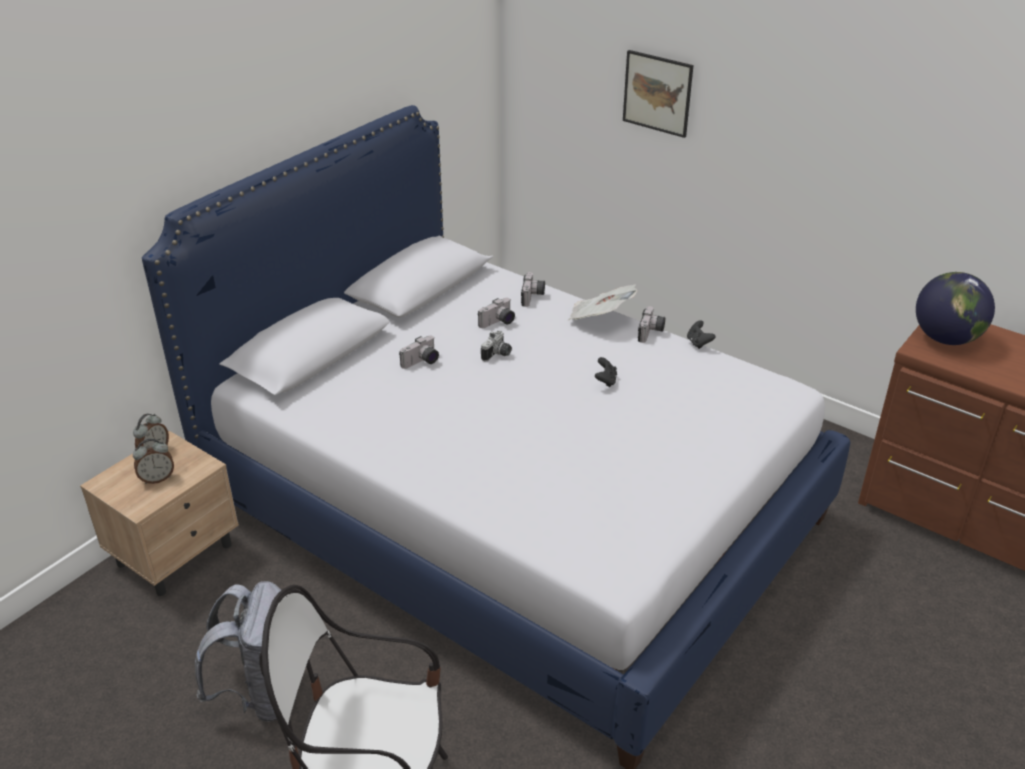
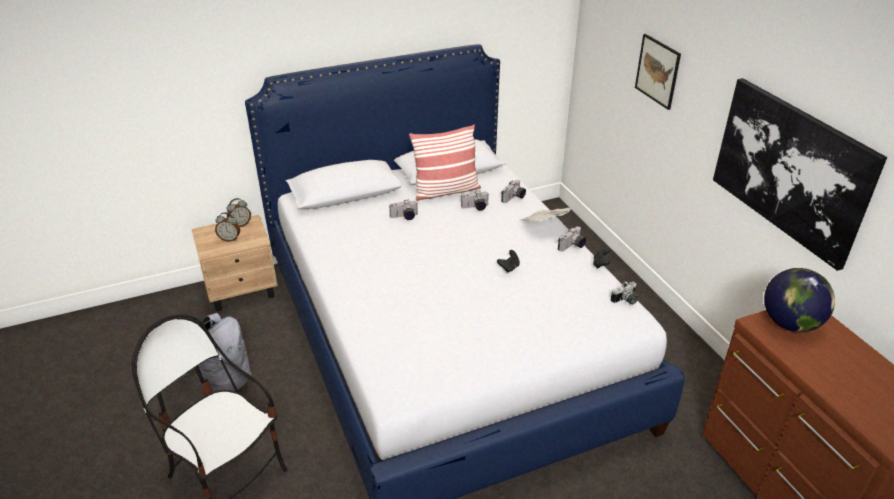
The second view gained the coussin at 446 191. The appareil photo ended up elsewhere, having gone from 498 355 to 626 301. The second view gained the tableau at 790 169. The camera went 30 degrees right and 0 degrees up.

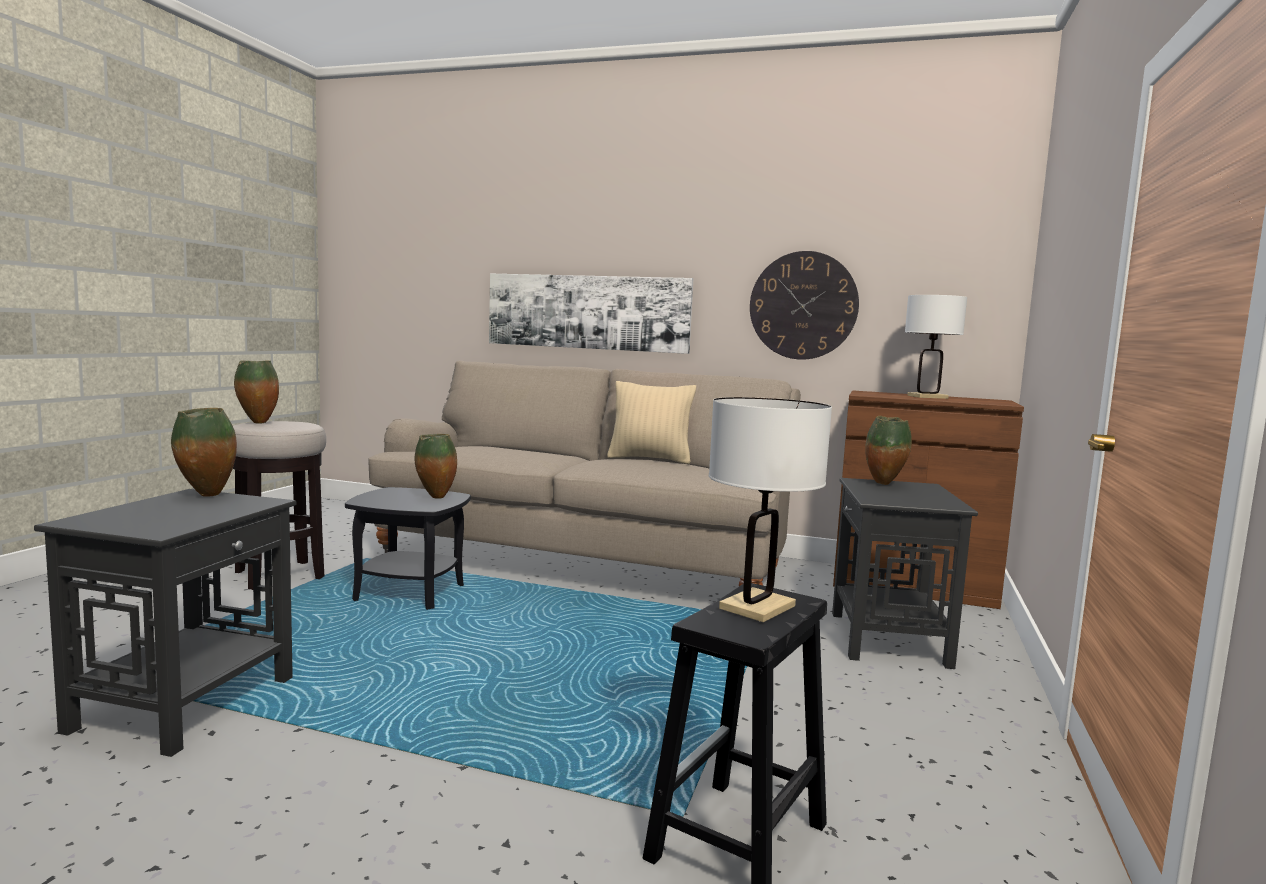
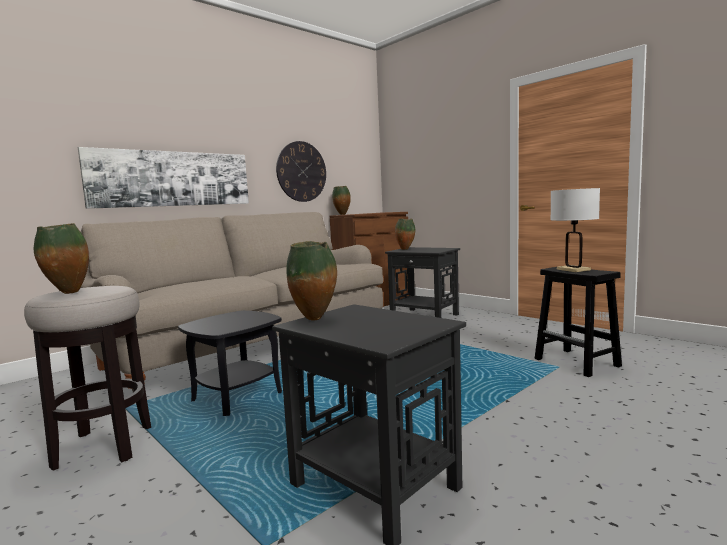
The vase ended up elsewhere, having gone from 435 497 to 342 214. The second view lost the coussin [beige] at 650 459. The second view lost the lampe de table [blanc] at 927 397. The camera went 60 degrees left and 0 degrees up.

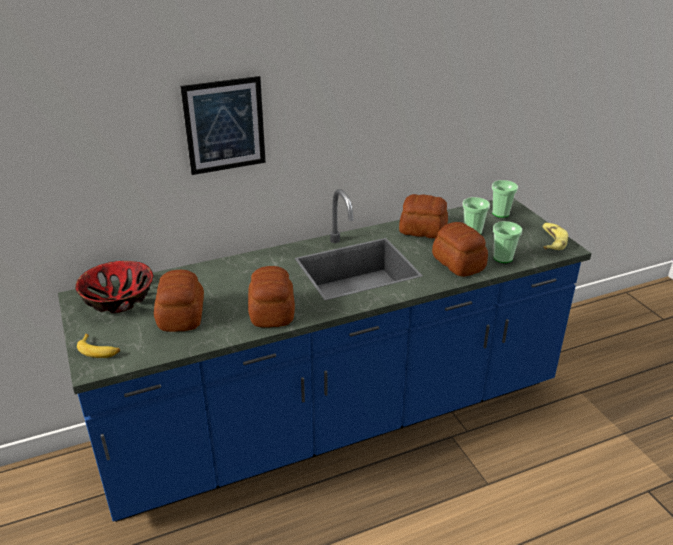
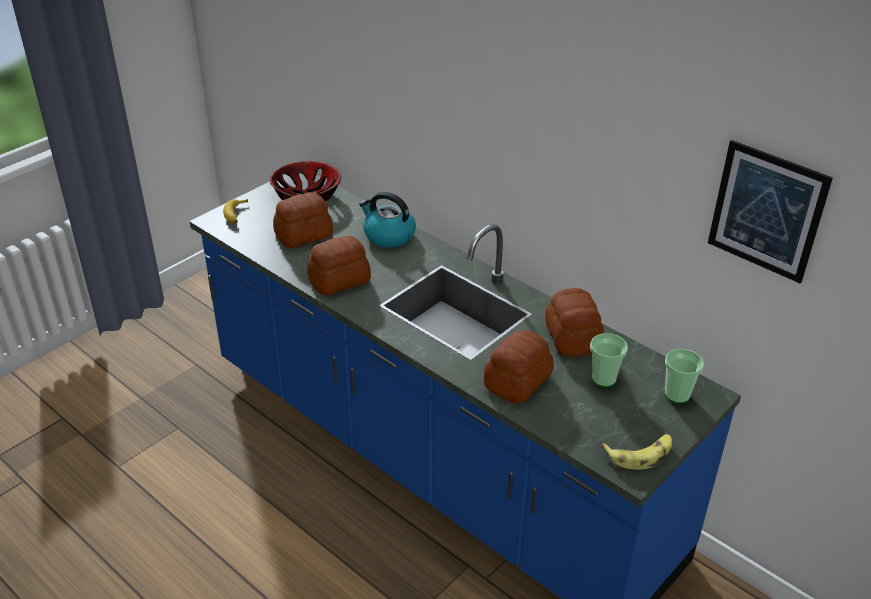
The second view gained the bouilloire at 388 236. The tableau ended up elsewhere, having gone from 224 125 to 766 211. The second view lost the tasse at 503 258. The camera went 65 degrees right and 5 degrees up.

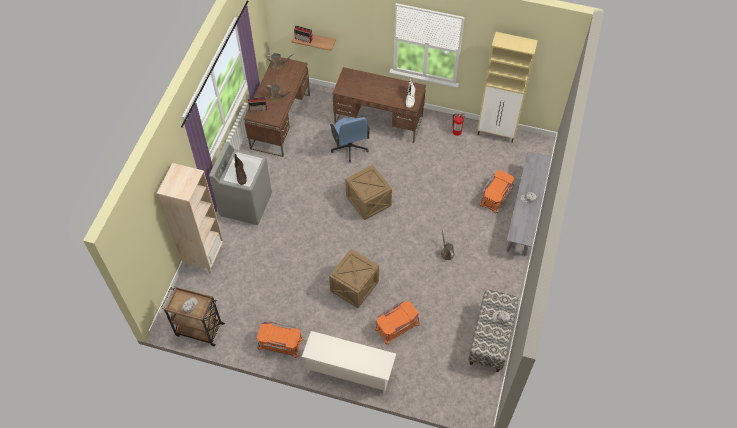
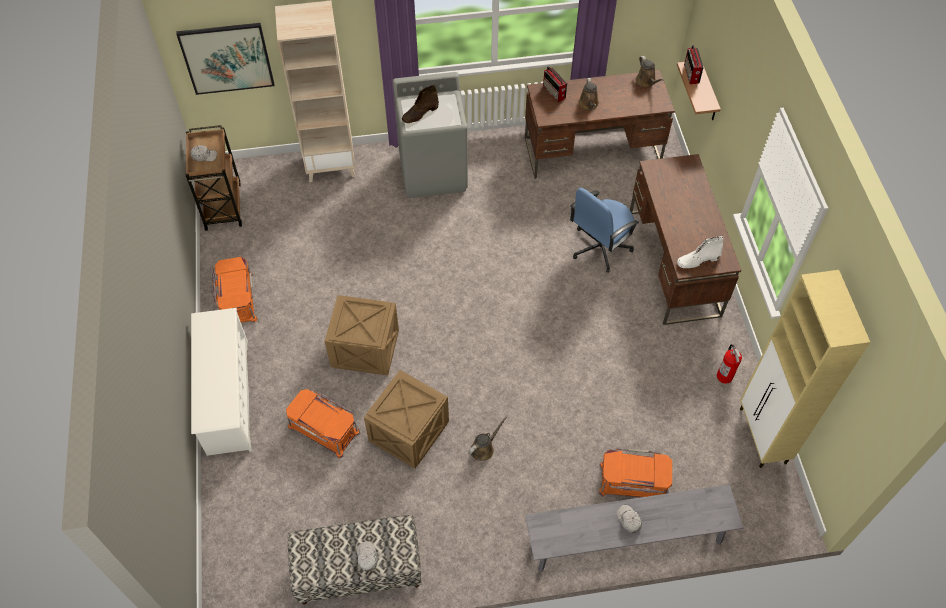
The second view gained the tableau at 227 58. The caisse ended up elsewhere, having gone from 368 201 to 408 432. The camera went 65 degrees right and 0 degrees up.

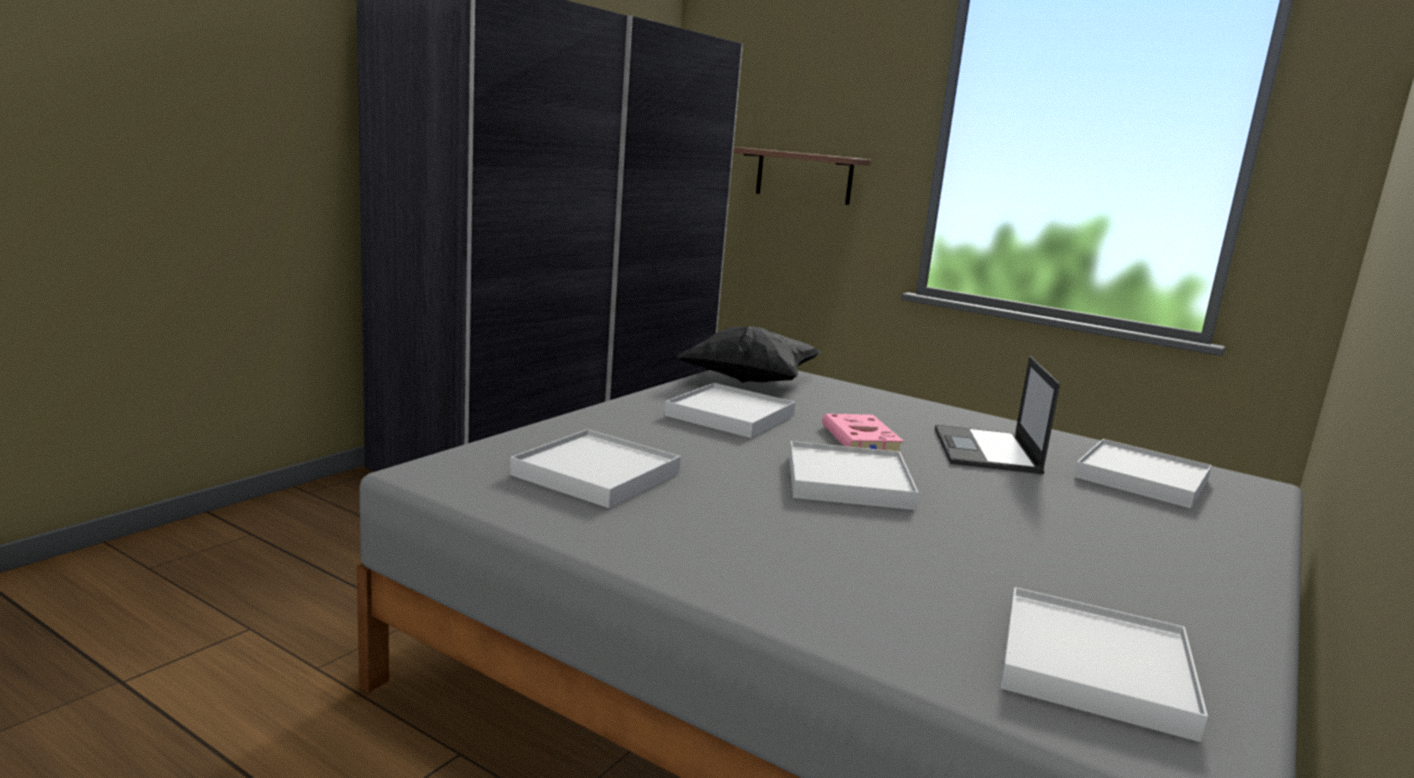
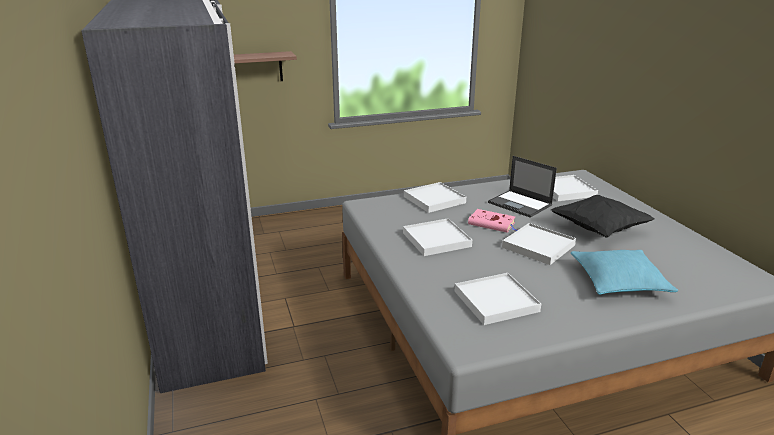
The plateau [blanc] ended up elsewhere, having gone from 1093 667 to 434 200. The coussin [noir] ended up elsewhere, having gone from 749 381 to 598 229. The second view gained the coussin [turquoise] at 619 281. The camera went 50 degrees left and 10 degrees up.

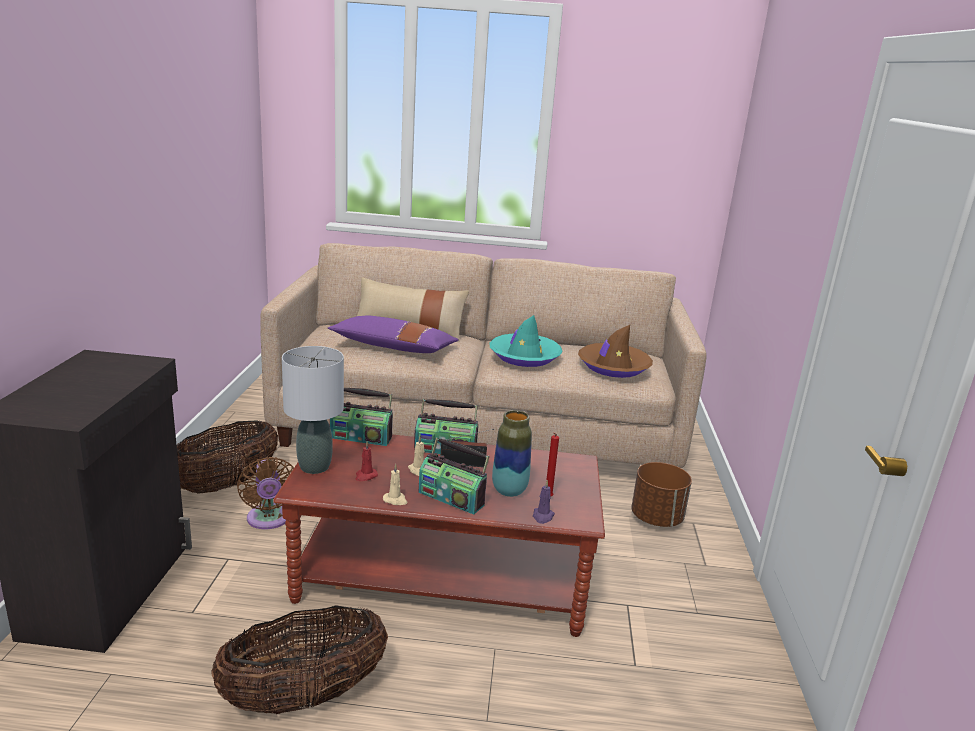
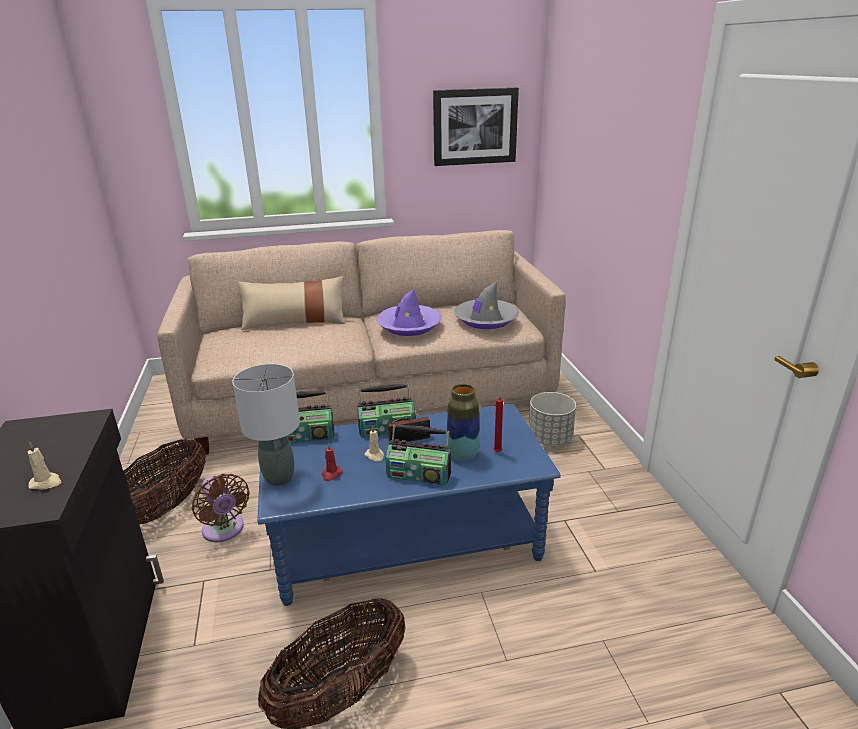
The bougie [beige] ended up elsewhere, having gone from 395 500 to 46 483. What was the table basse [marron] at 443 578 turned into the table basse [bleu] at 408 541. What was the chapeau [turquoise] at 524 356 turned into the chapeau [violet] at 409 326. The second view gained the tableau at 475 127. What was the chapeau [marron] at 613 367 turned into the chapeau [gris] at 486 320. What was the cache-pot [marron] at 656 518 turned into the cache-pot [gris] at 550 438. The second view lost the coussin [violet] at 393 347. The second view lost the bougie [violet] at 542 516. The camera went 15 degrees left and 5 degrees up.

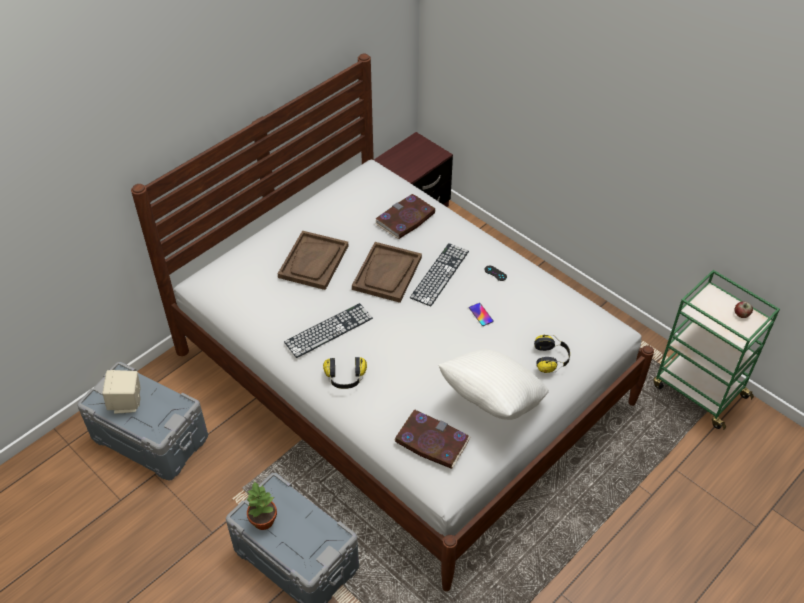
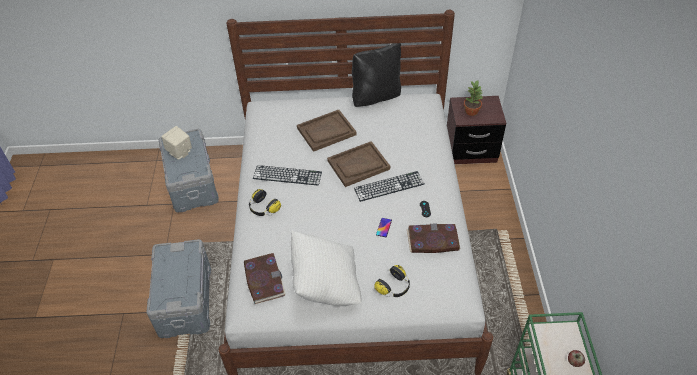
The second view gained the coussin [noir] at 376 97. The livre ended up elsewhere, having gone from 405 219 to 432 240. The plante en pot ended up elsewhere, having gone from 263 520 to 471 111. The camera went 45 degrees right and 0 degrees up.

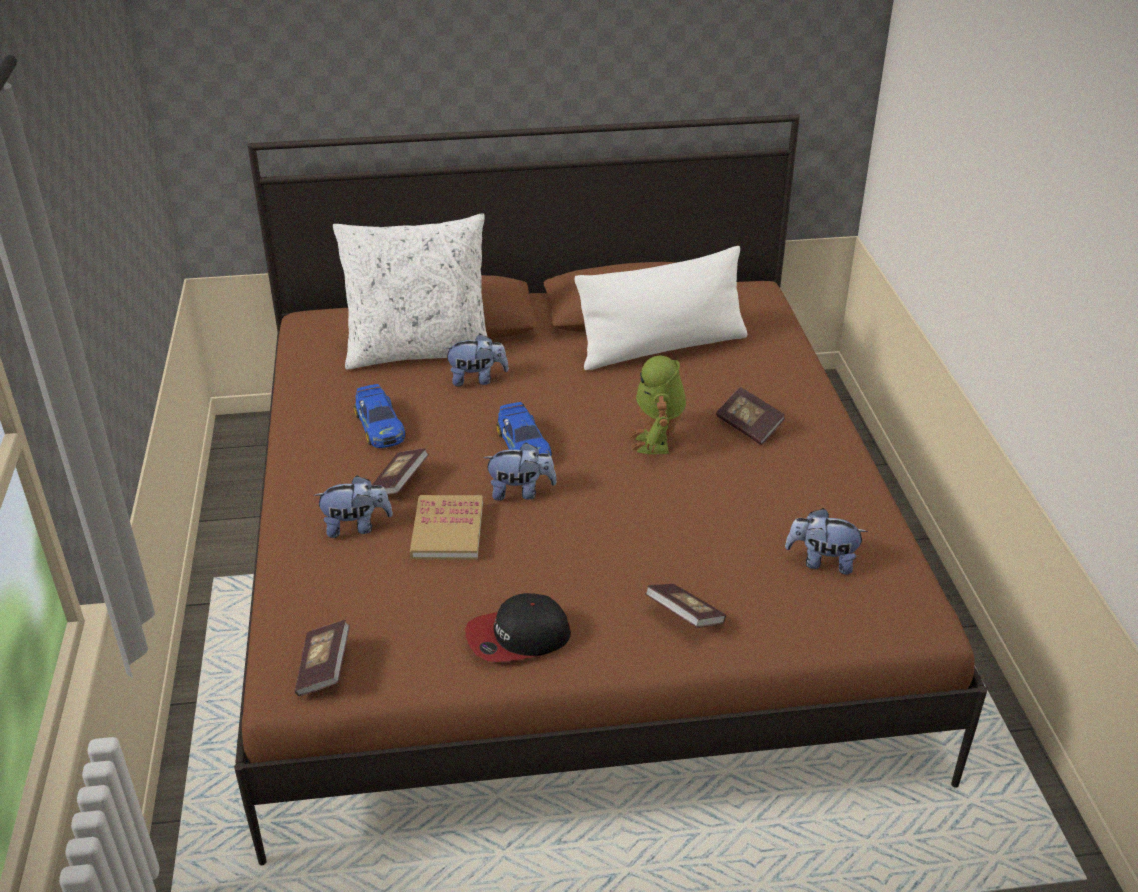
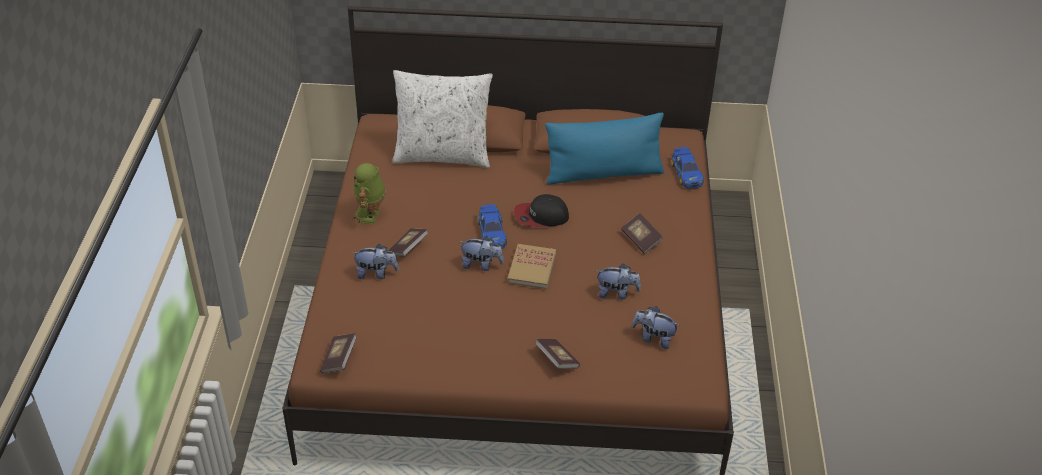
The robot jouet ended up elsewhere, having gone from 657 442 to 370 215. The livre ended up elsewhere, having gone from 447 530 to 531 268. The casquette ended up elsewhere, having gone from 518 637 to 541 216. What was the coussin [blanc] at 662 347 turned into the coussin [bleu] at 603 173. The peluche ended up elsewhere, having gone from 477 379 to 616 293. The petite voiture ended up elsewhere, having gone from 379 425 to 686 173. The camera went 10 degrees right and 5 degrees up.

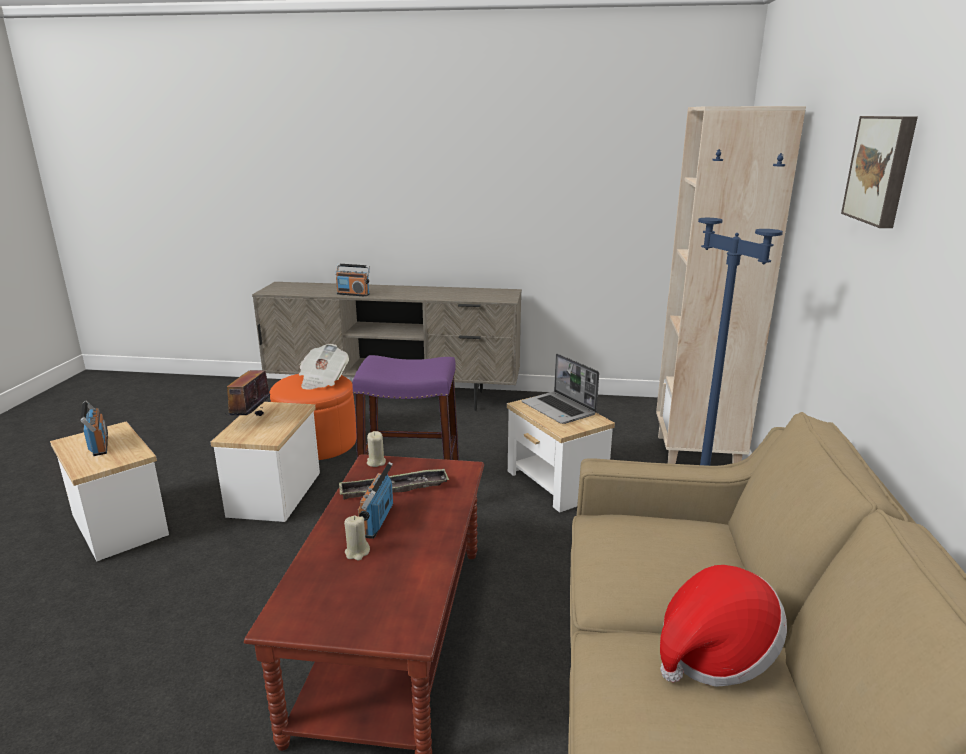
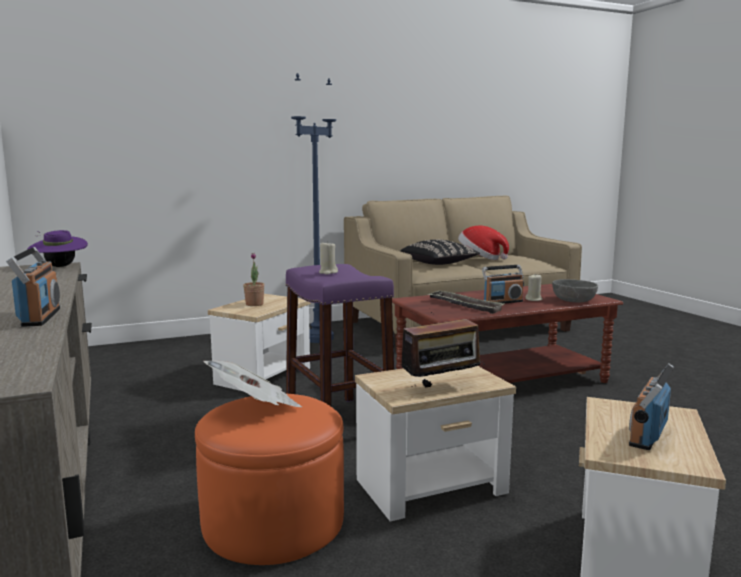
The second view gained the chapeau [violet] at 59 266. Where the ordinateur portable stood at 559 409, the plante en pot came to stand at 254 304. The bougie [beige] ended up elsewhere, having gone from 376 462 to 328 272. The second view gained the coussin [noir] at 439 264. The second view gained the bol [gris] at 574 300. The second view lost the bibliothèque [beige] at 697 456. The second view lost the tableau at 882 169. The camera went 120 degrees left and 10 degrees down.

